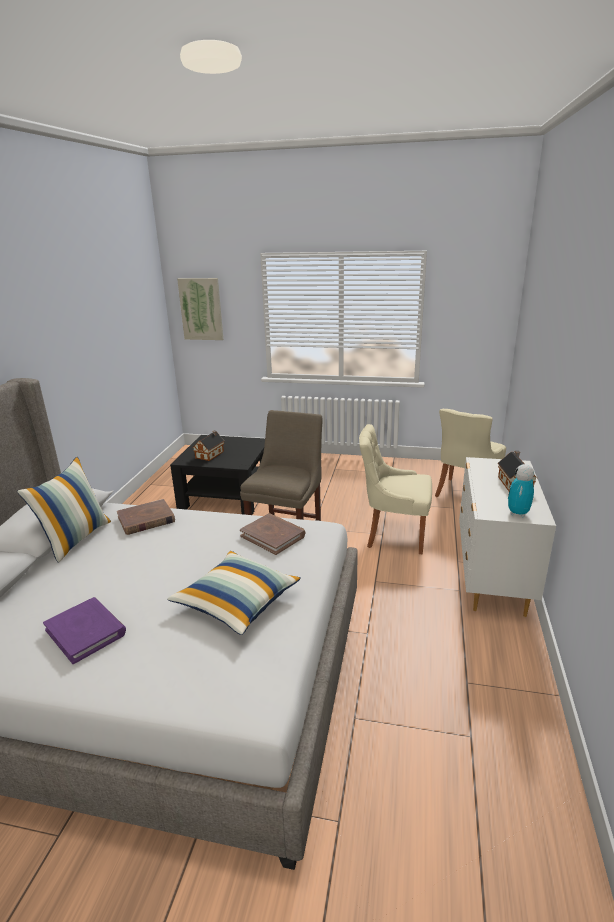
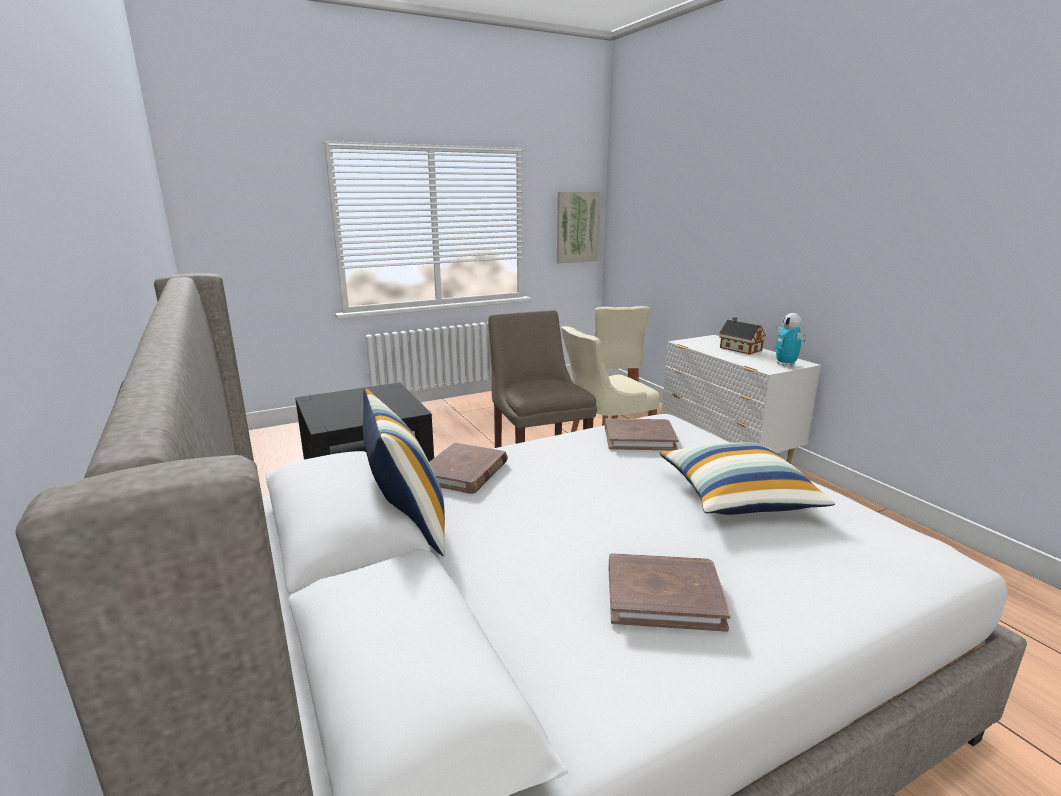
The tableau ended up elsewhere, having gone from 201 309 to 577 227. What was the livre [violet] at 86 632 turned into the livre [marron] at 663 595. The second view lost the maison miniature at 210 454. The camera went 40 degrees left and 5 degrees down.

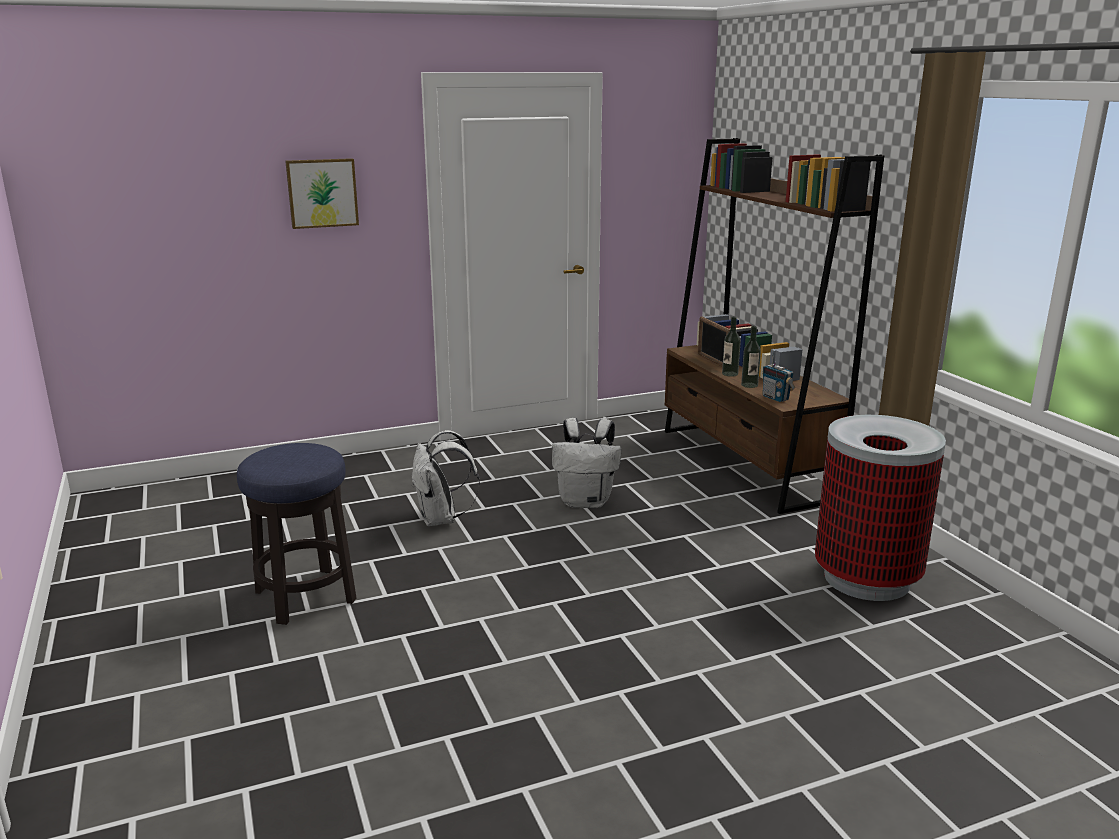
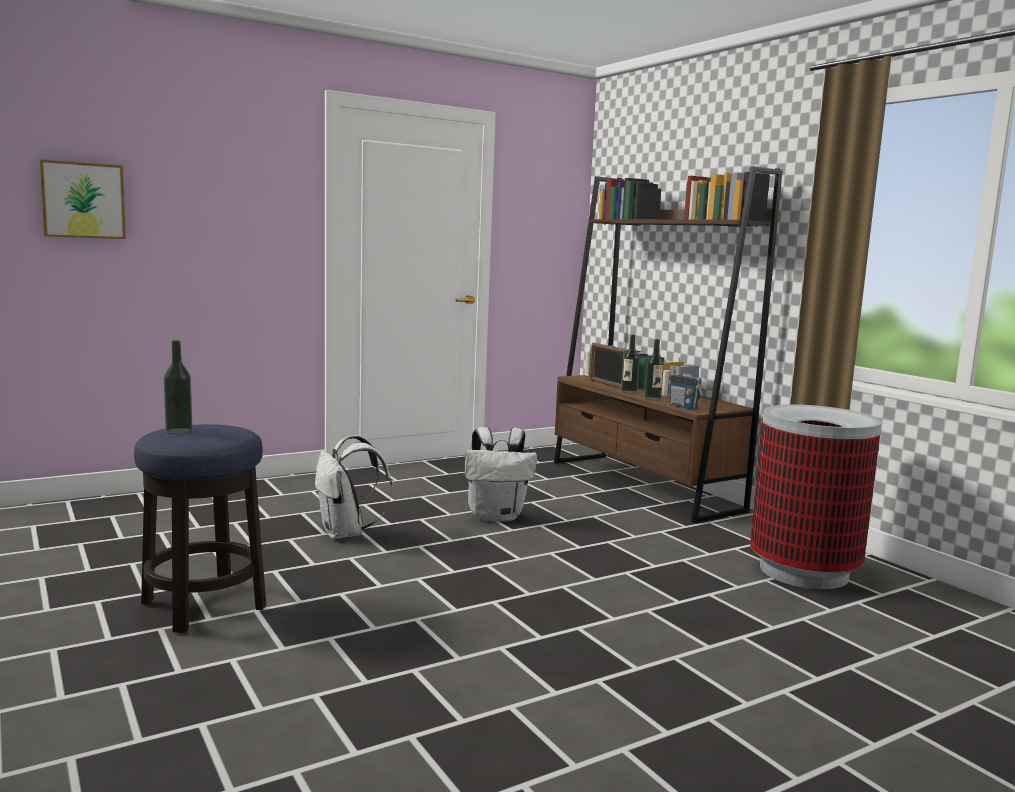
The tableau ended up elsewhere, having gone from 322 193 to 83 200. The second view gained the bouteille at 179 431. The camera went 10 degrees left and 10 degrees down.

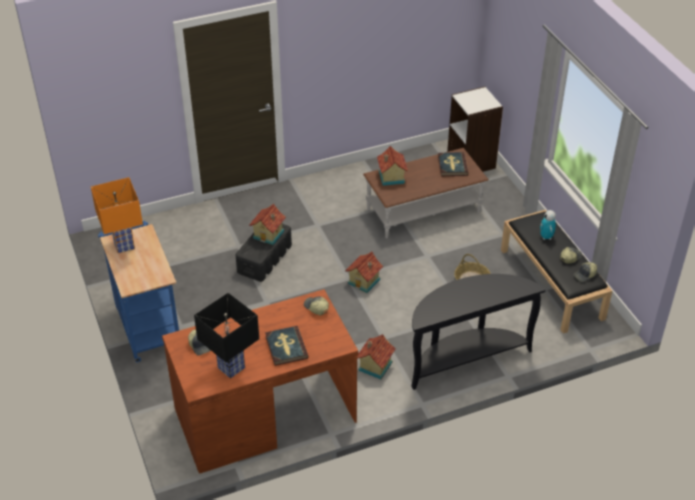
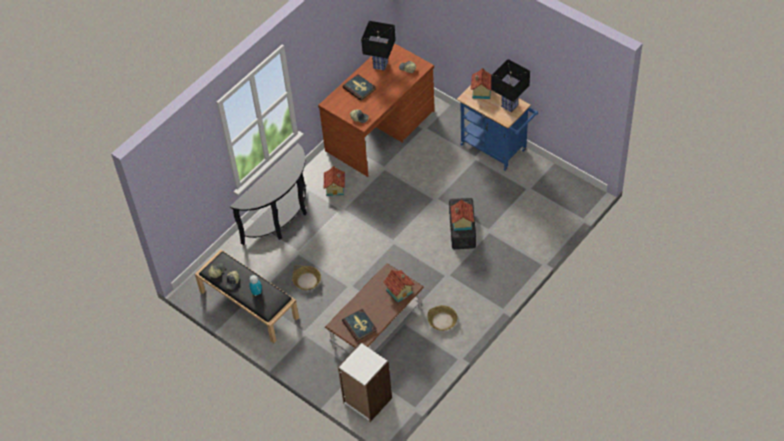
The second view gained the panier at 442 321. The maison miniature ended up elsewhere, having gone from 364 281 to 481 92. What was the lampe de table [orange] at 124 245 turned into the lampe de table [noir] at 509 106. The camera went 155 degrees right and 10 degrees up.

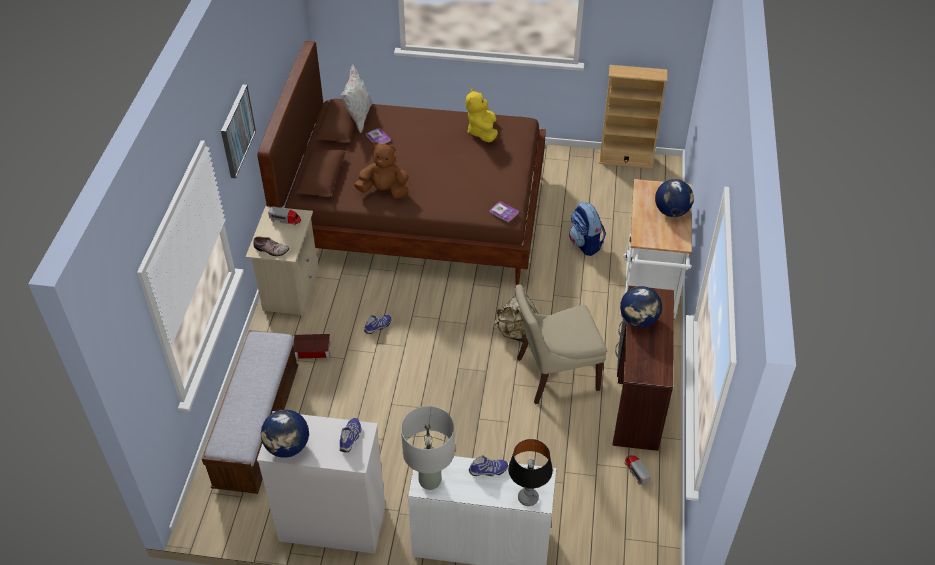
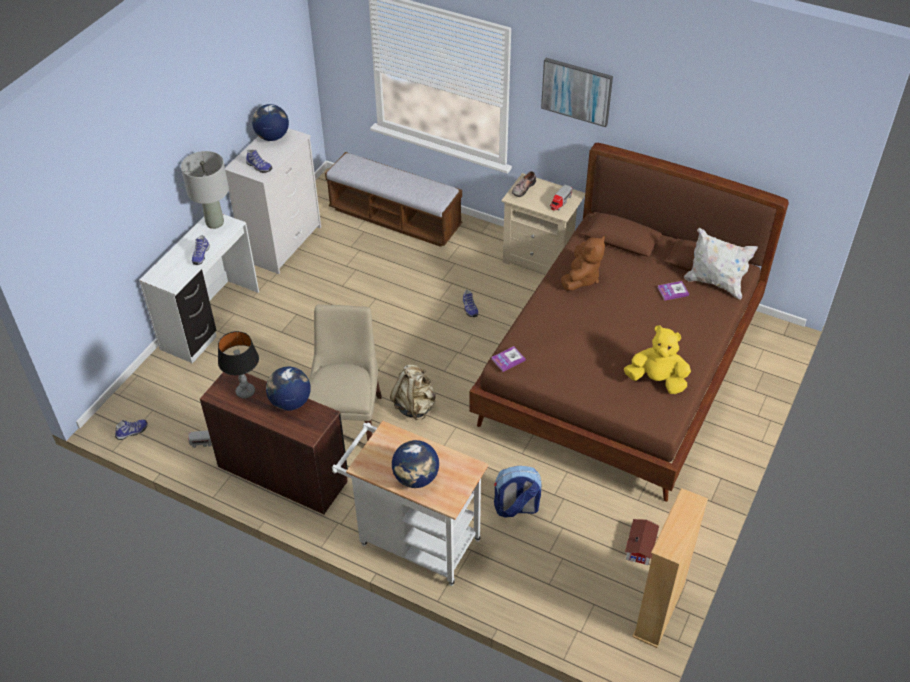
The second view gained the chaussure at 132 432. The lampe de table ended up elsewhere, having gone from 528 498 to 245 392. The maison miniature ended up elsewhere, having gone from 312 350 to 642 545. The camera went 110 degrees right and 0 degrees up.

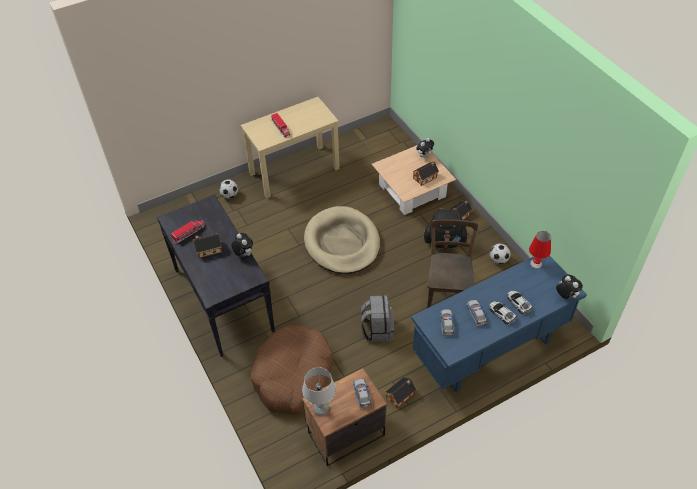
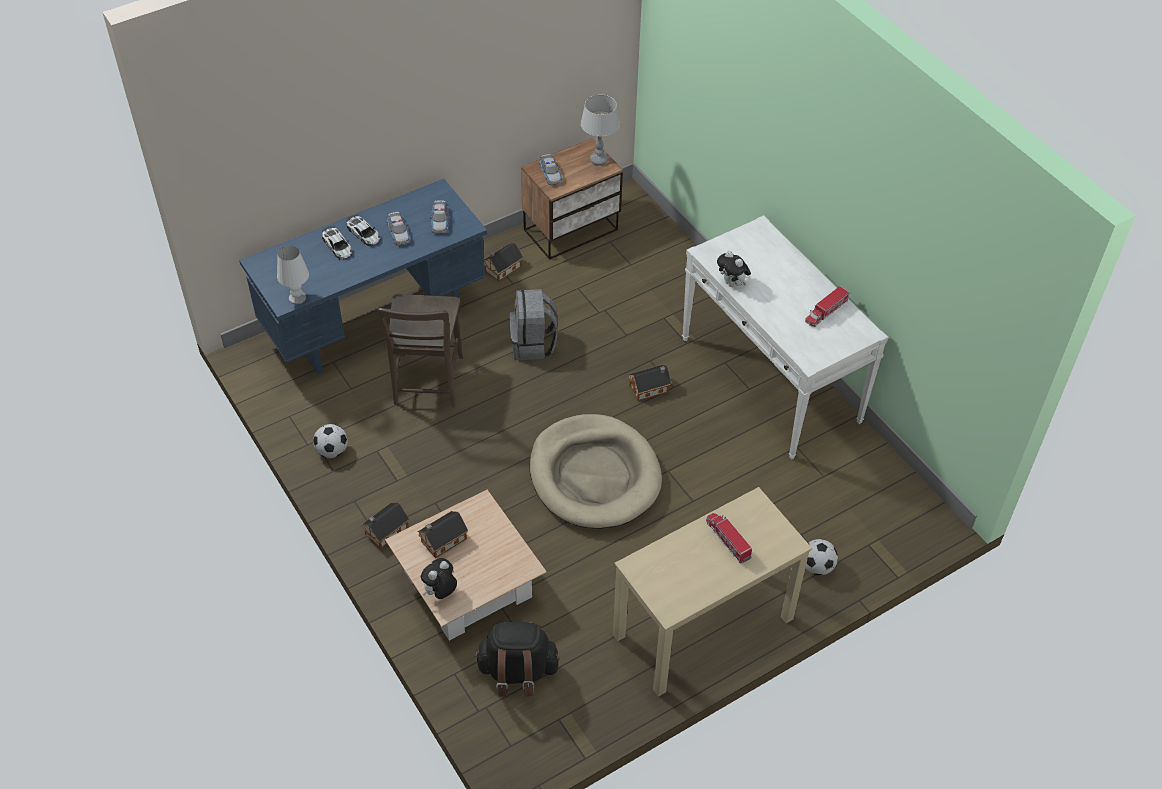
What was the lampe de table [rouge] at 536 263 turned into the lampe de table [blanc] at 297 297. The sac à dos [noir] ended up elsewhere, having gone from 444 241 to 517 672. The maison miniature ended up elsewhere, having gone from 208 249 to 650 388. What was the table console [noir] at 223 300 turned into the table console [blanc] at 770 380. The second view lost the panier pour chien [marron] at 293 375. The second view lost the peluche at 565 295. The camera went 175 degrees right and 0 degrees up.

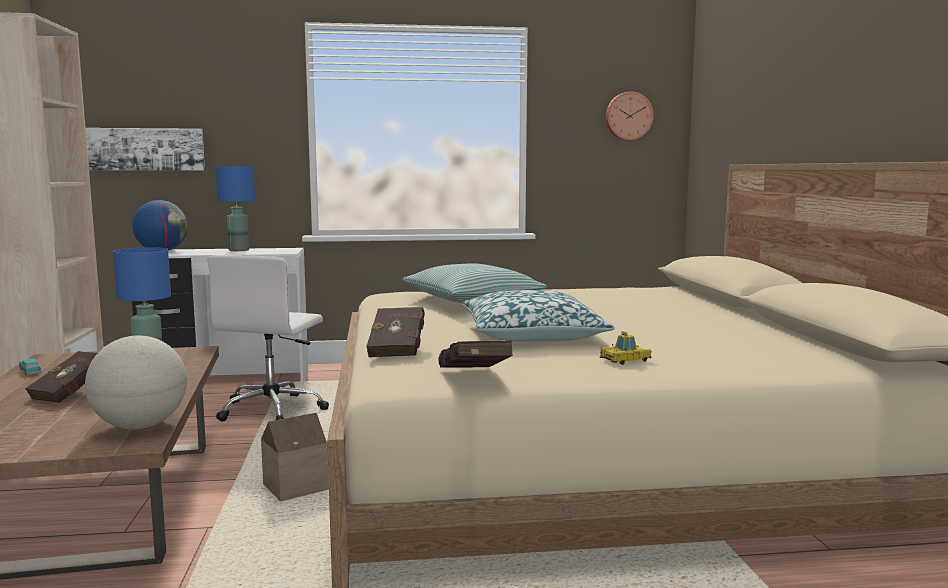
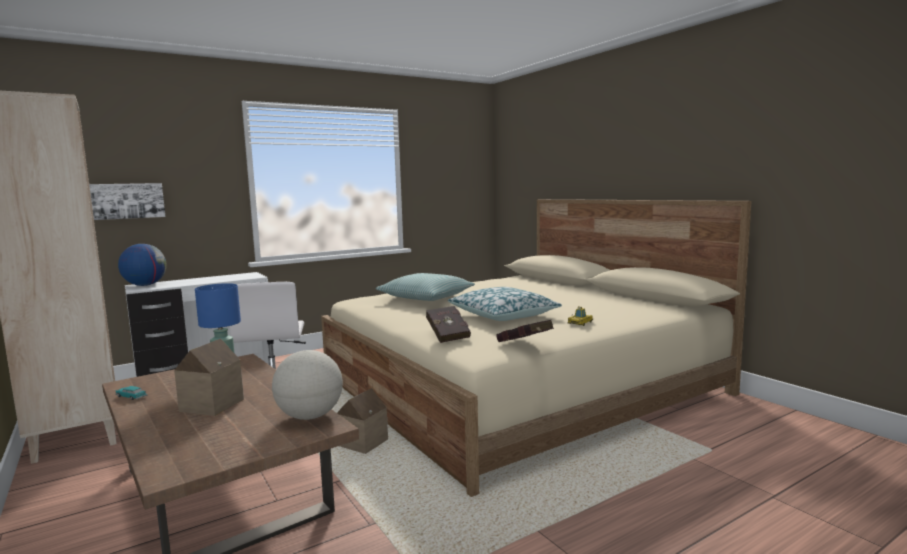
Where the livre [rouge] stood at 75 394, the maison miniature came to stand at 209 405. The second view lost the lampe de table [bleu] at 238 250. The second view lost the horloge murale at 628 116. The camera went 25 degrees left and 0 degrees up.

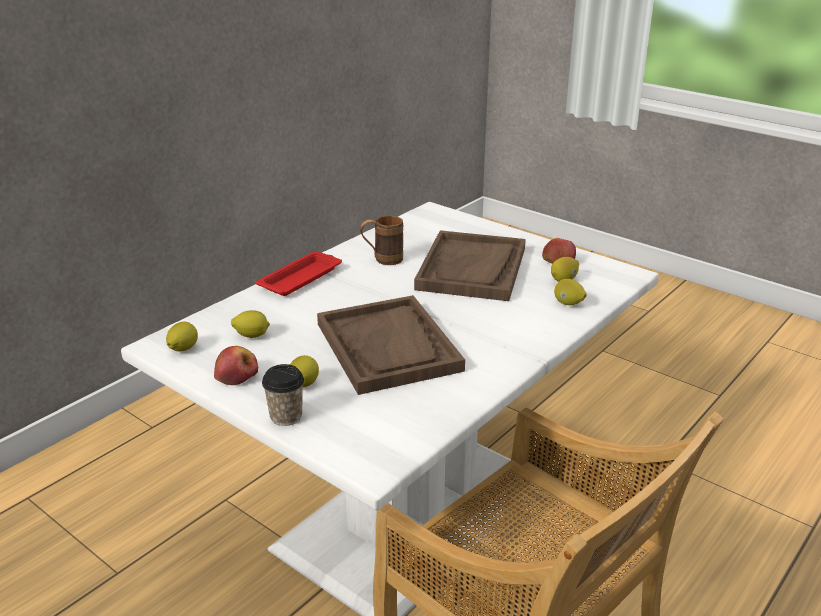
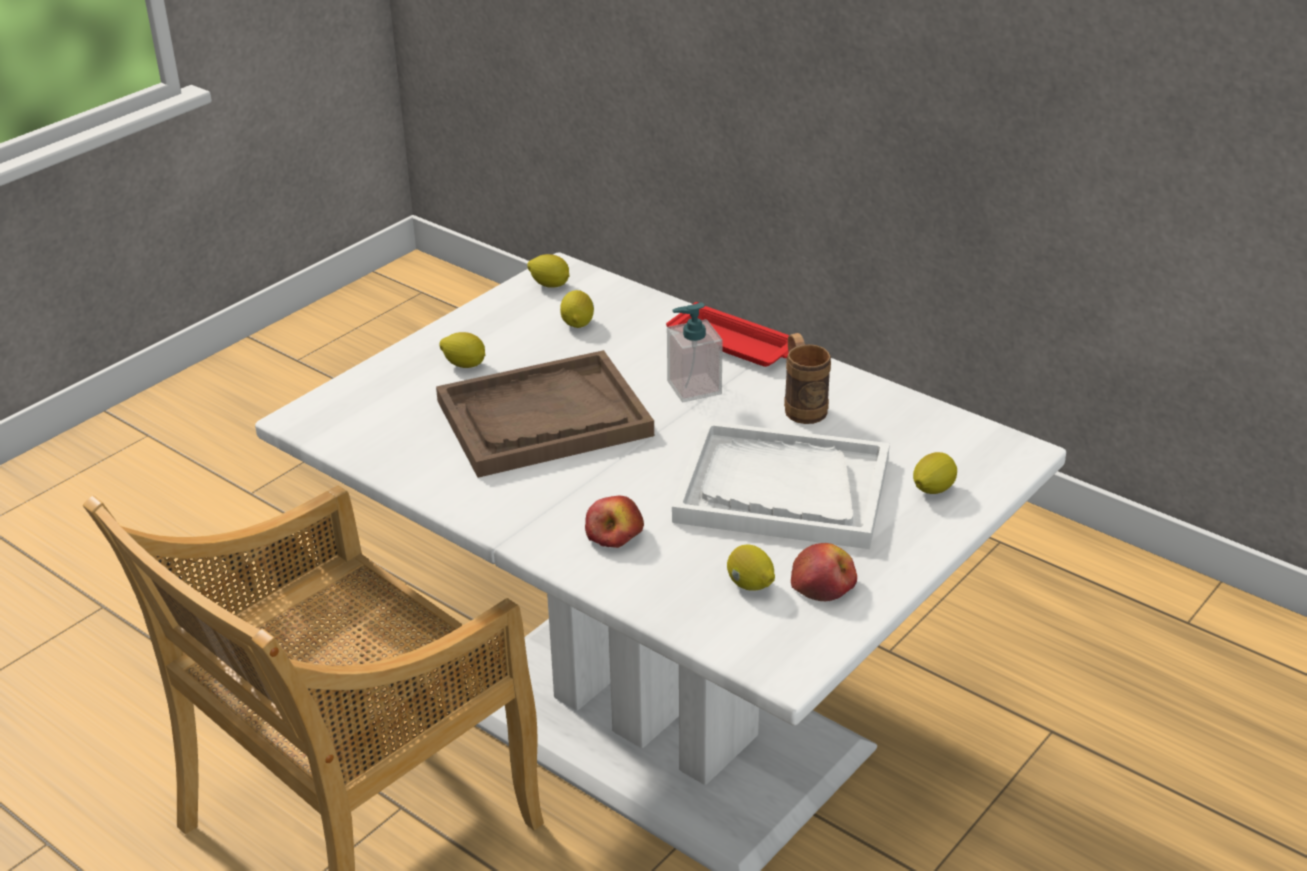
The pomme ended up elsewhere, having gone from 237 375 to 615 535. The second view gained the distributeur de savon at 694 388. What was the plateau [marron] at 472 269 turned into the plateau [blanc] at 782 490. The citron ended up elsewhere, having gone from 568 303 to 932 490. The second view lost the tasse at 286 416. The camera went 90 degrees right and 5 degrees up.

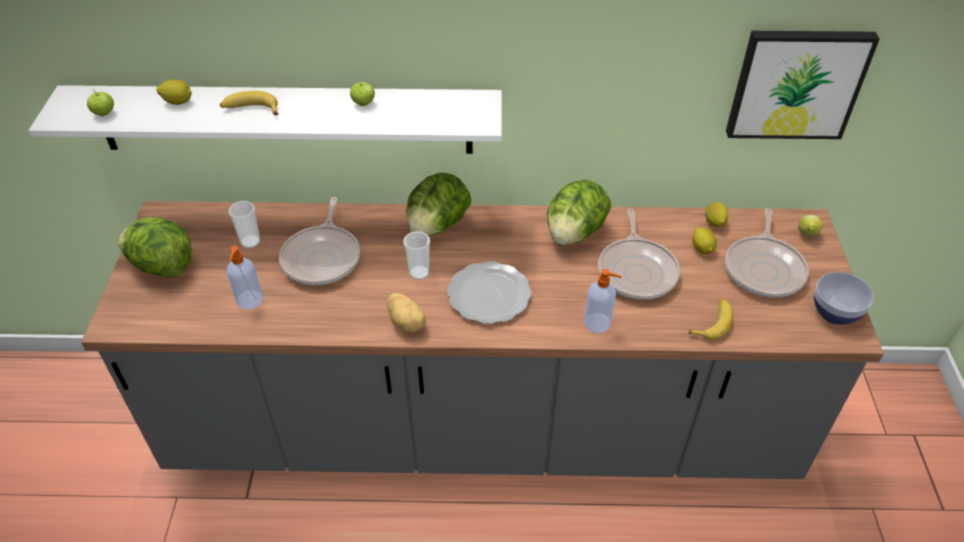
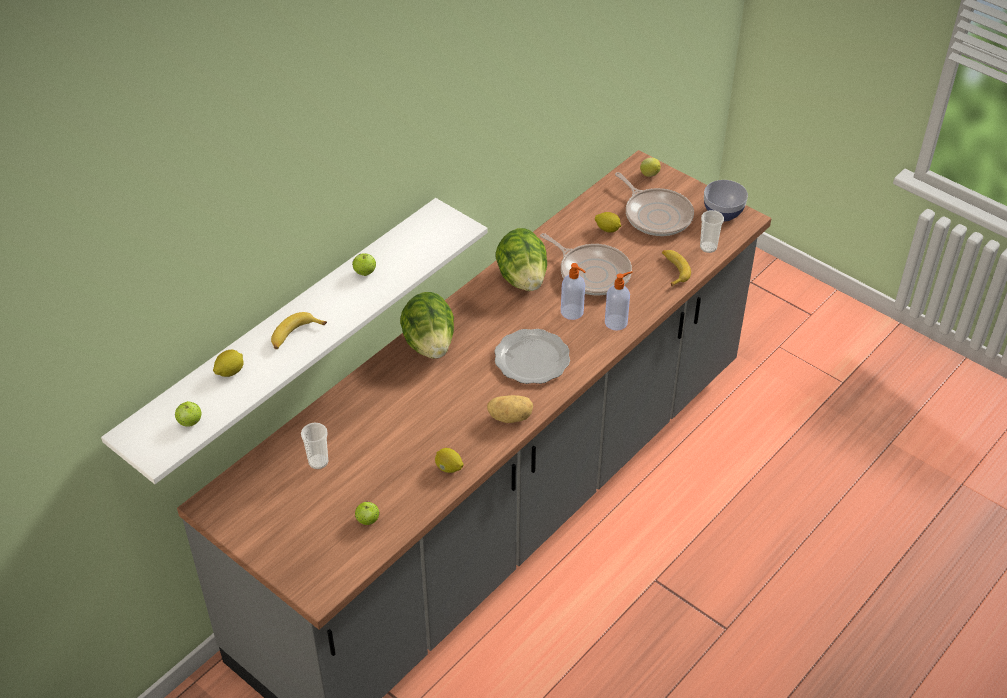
The second view gained the pomme at 368 520. The citron ended up elsewhere, having gone from 714 223 to 449 468. The distributeur de savon ended up elsewhere, having gone from 249 300 to 572 312. The tasse ended up elsewhere, having gone from 419 273 to 708 247. The second view lost the laitue at 162 266. The second view lost the poêle at 322 257. The second view lost the tableau at 796 83. The camera went 50 degrees left and 0 degrees up.

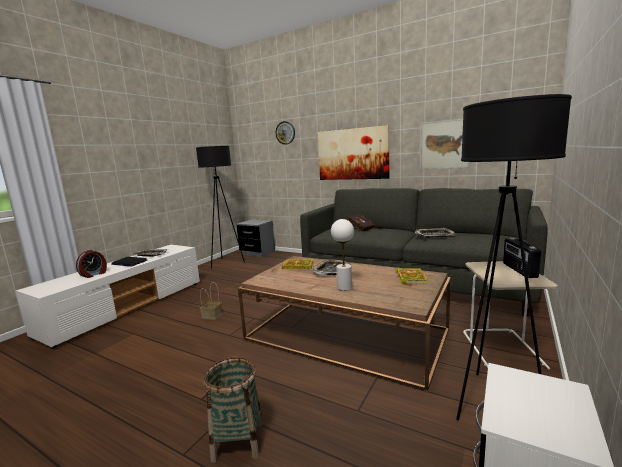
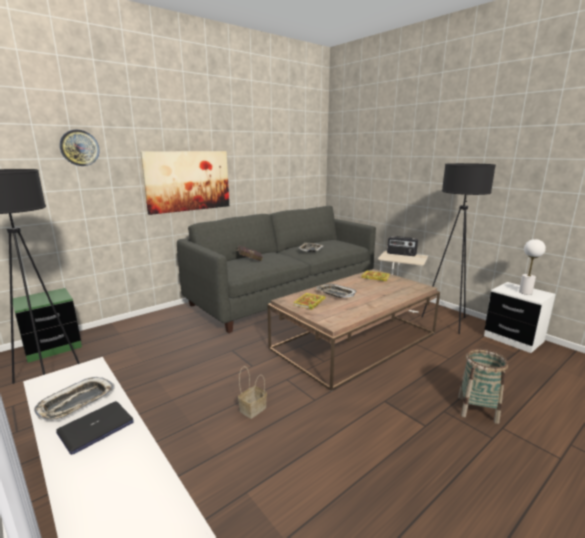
What was the table de chevet [gris] at 257 253 turned into the table de chevet [vert] at 53 347. The lampe de table [blanc] ended up elsewhere, having gone from 344 287 to 525 292. The second view lost the réveil at 94 274. The second view lost the tableau at 444 145. The camera went 70 degrees left and 5 degrees up.

